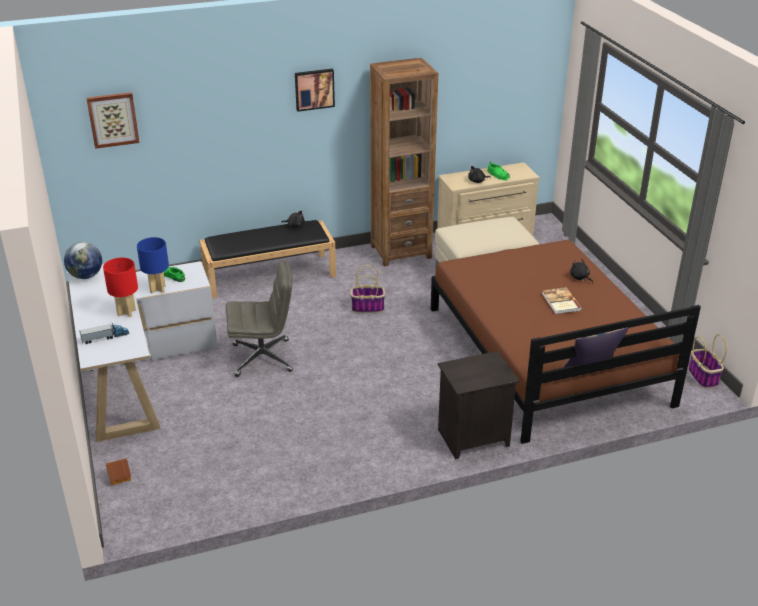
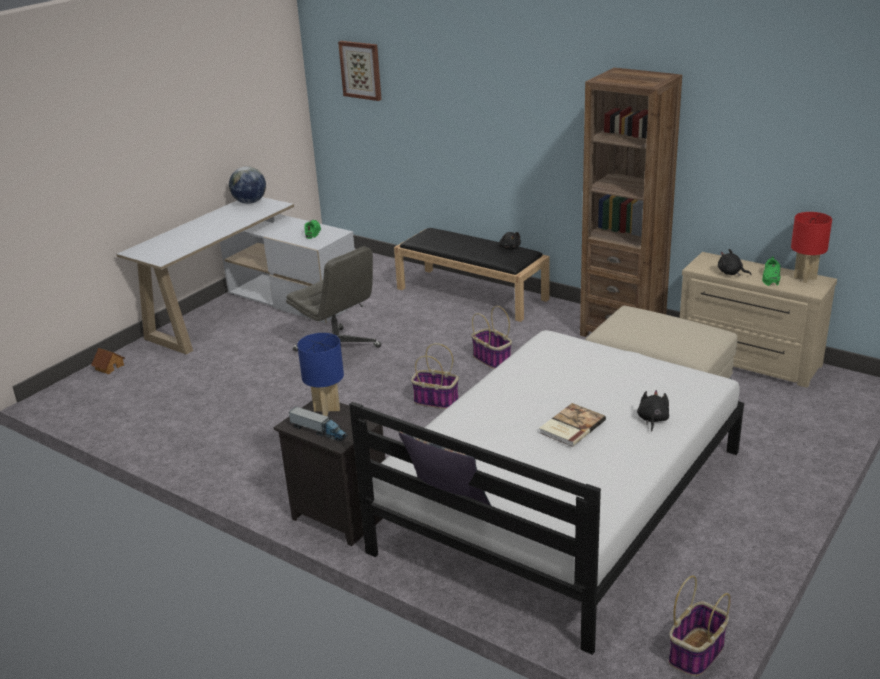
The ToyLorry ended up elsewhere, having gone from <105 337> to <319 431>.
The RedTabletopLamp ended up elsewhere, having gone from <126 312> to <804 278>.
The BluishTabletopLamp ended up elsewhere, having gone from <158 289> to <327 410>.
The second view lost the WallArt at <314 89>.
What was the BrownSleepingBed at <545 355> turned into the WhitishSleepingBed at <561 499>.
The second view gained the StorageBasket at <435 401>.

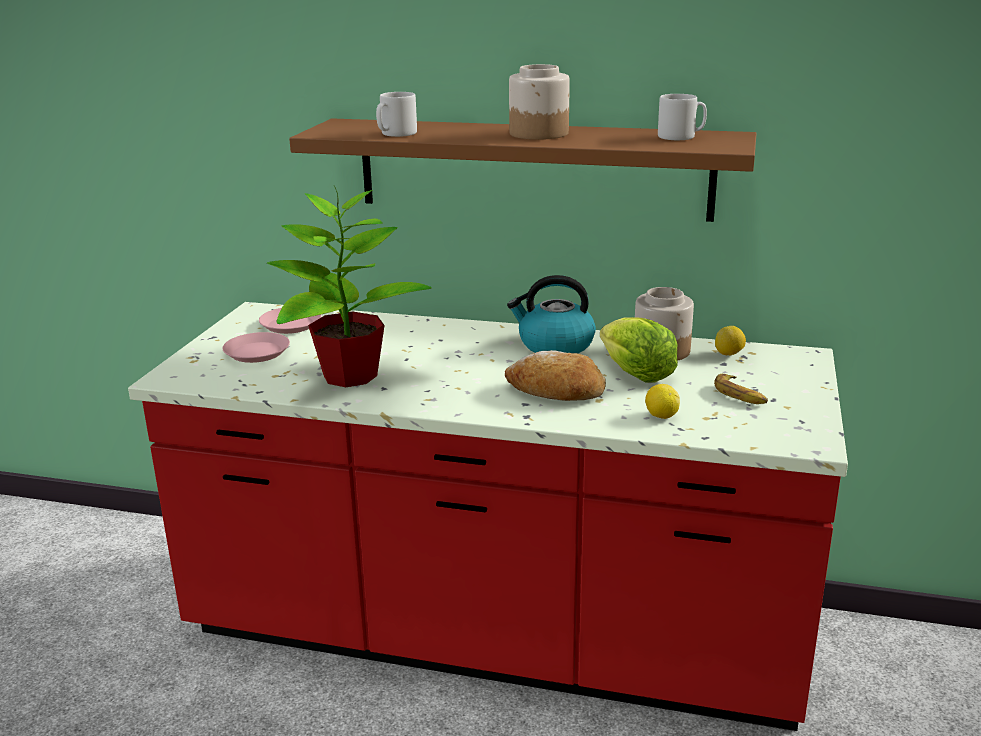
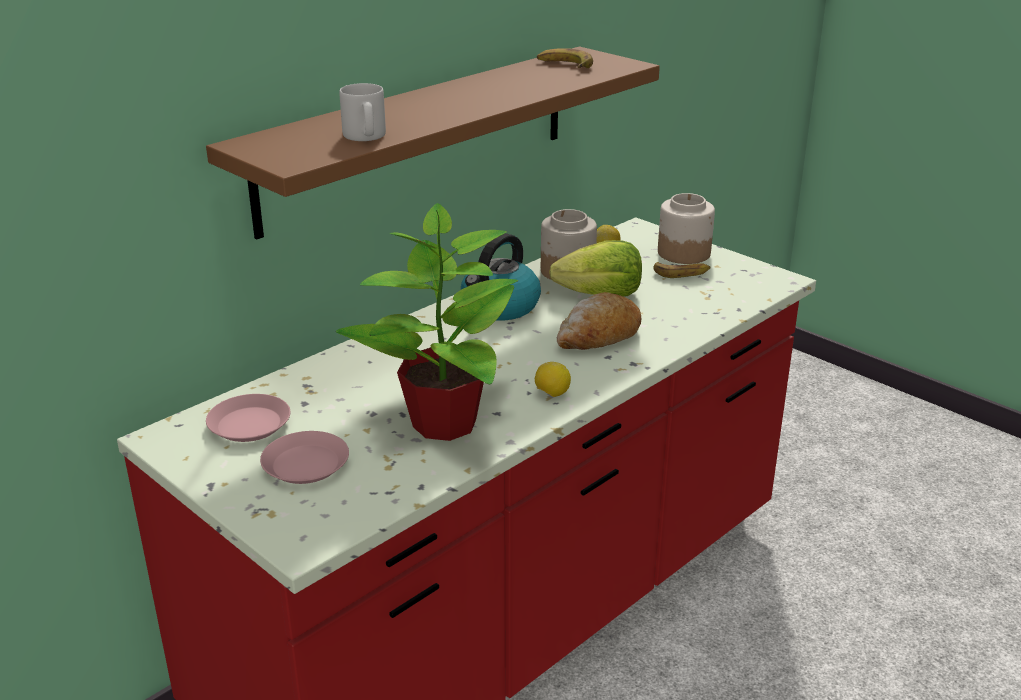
The Jar ended up elsewhere, having gone from <539 133> to <683 253>.
The WholeLemon ended up elsewhere, having gone from <661 416> to <551 394>.
Where the GrayTeaMug stood at <681 137>, the WholeBanana came to stand at <564 65>.

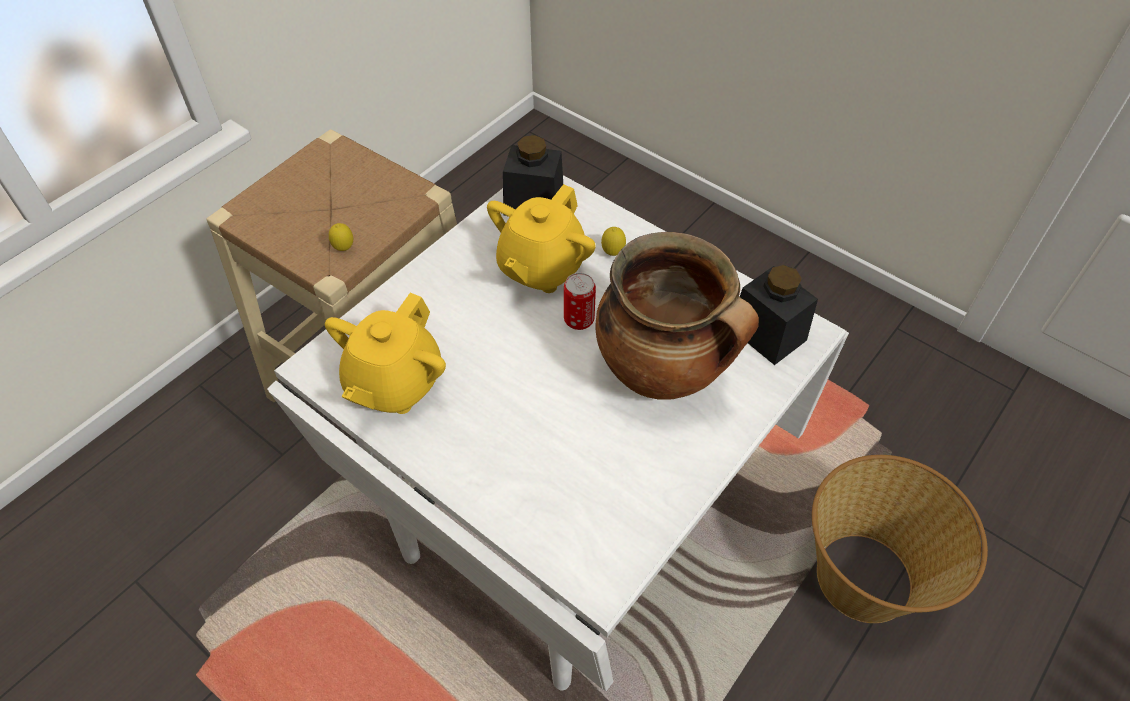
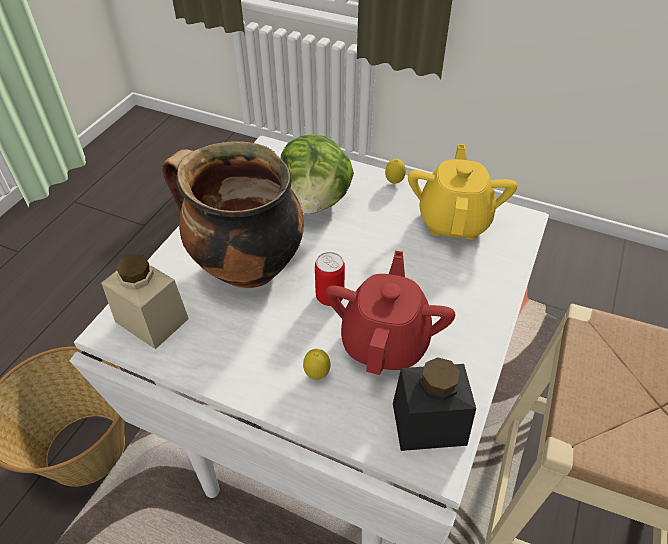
The WholeLemon ended up elsewhere, having gone from <344 249> to <394 183>.
What was the YellowishTeaPot at <541 268> turned into the RedTeaPot at <385 341>.
What was the BlackishJar at <768 334> turned into the BeigeColouredJar at <152 320>.
The second view gained the Lettuce at <315 201>.

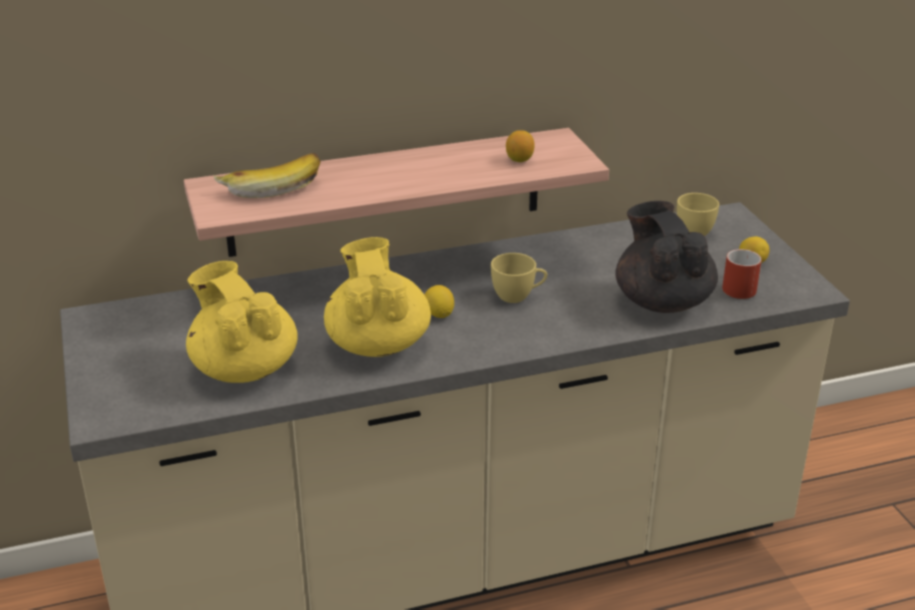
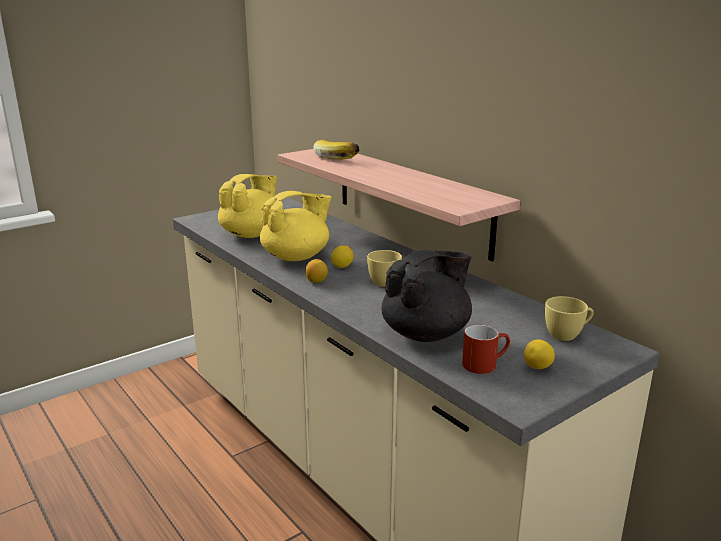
The WholeLemon ended up elsewhere, having gone from <519 159> to <316 281>.

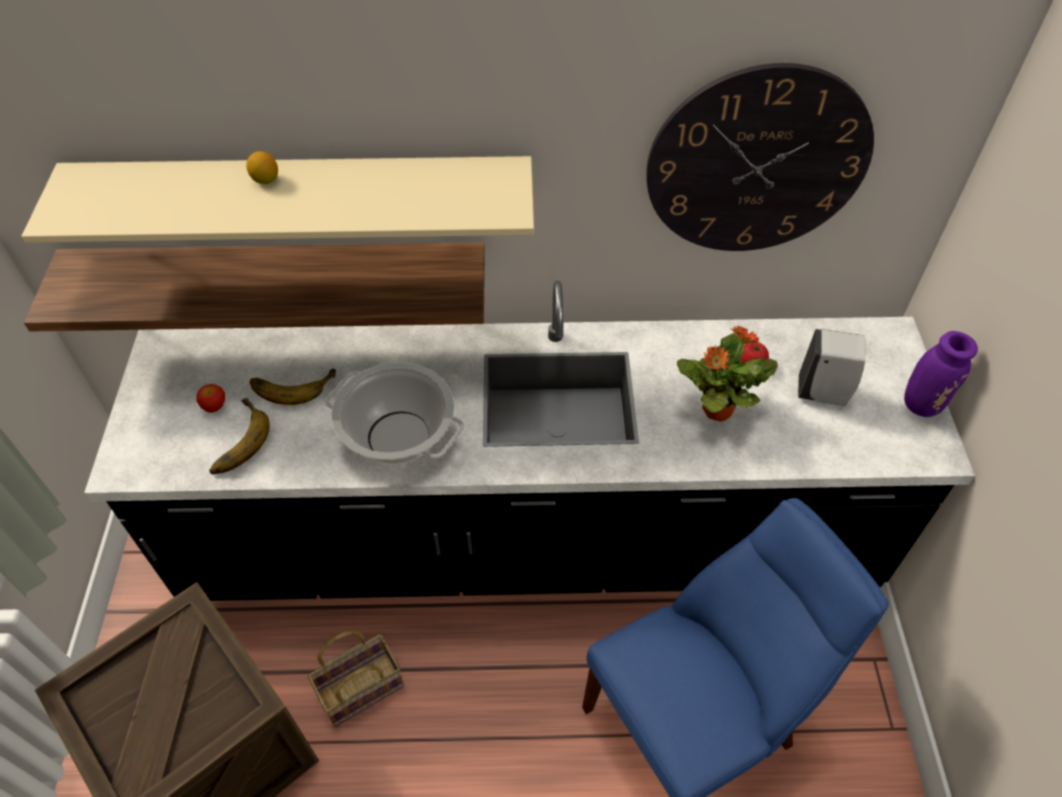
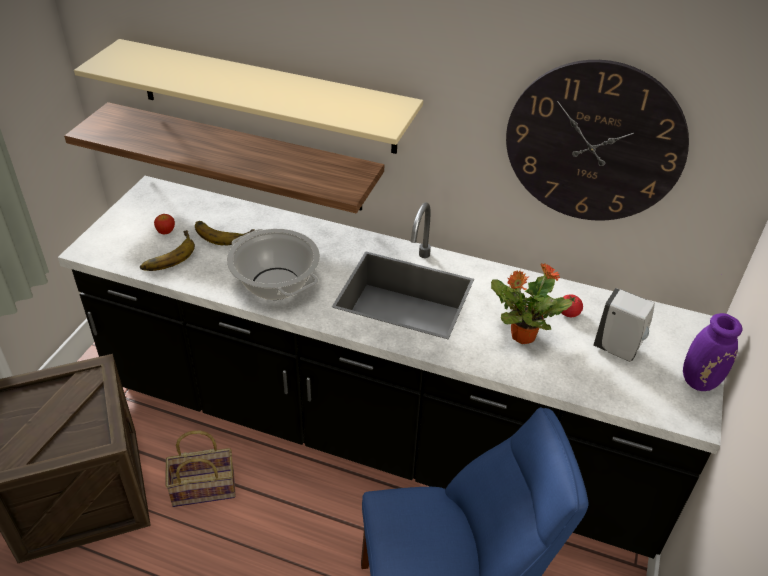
The second view lost the WholeLemon at <265 180>.

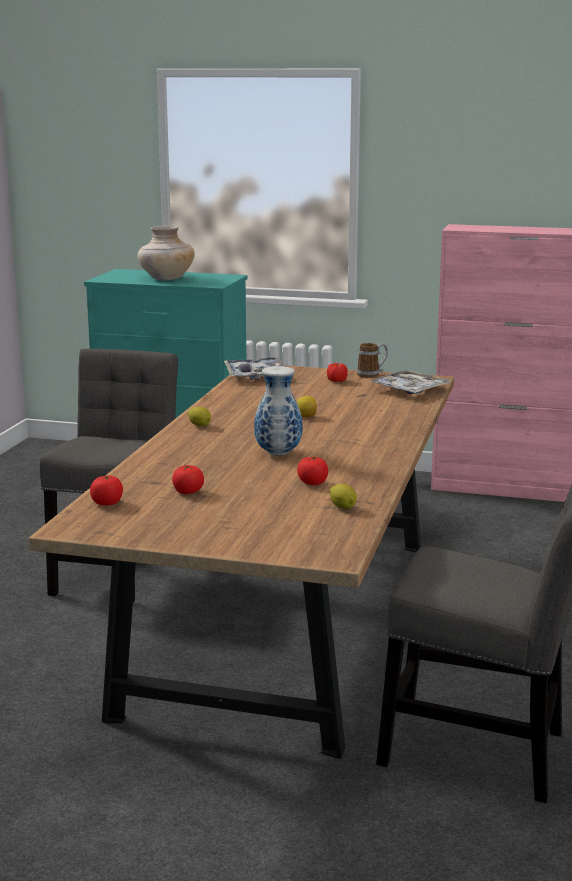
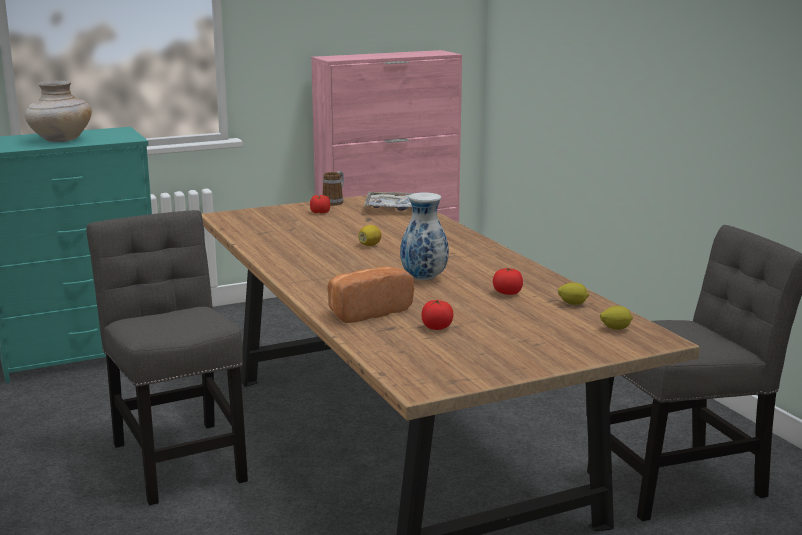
The second view lost the WholeTomato at <107 503>.
The WholeLemon ended up elsewhere, having gone from <199 425> to <615 329>.
The second view lost the Tray at <255 375>.
The second view gained the BakedBread at <366 311>.

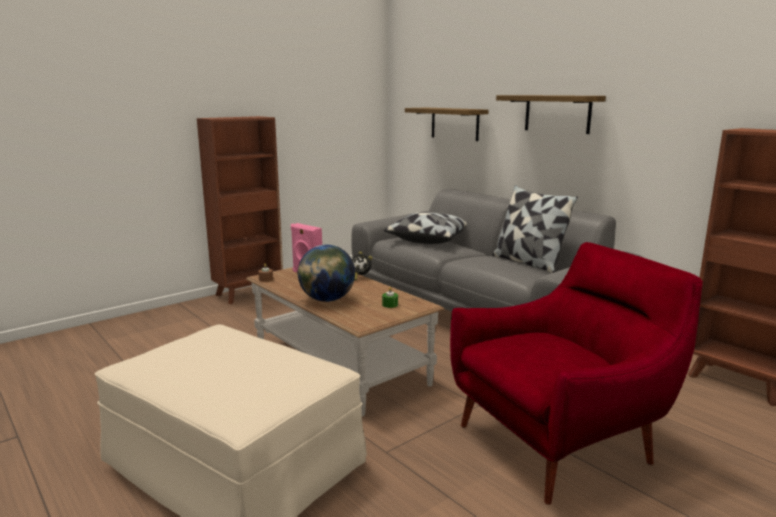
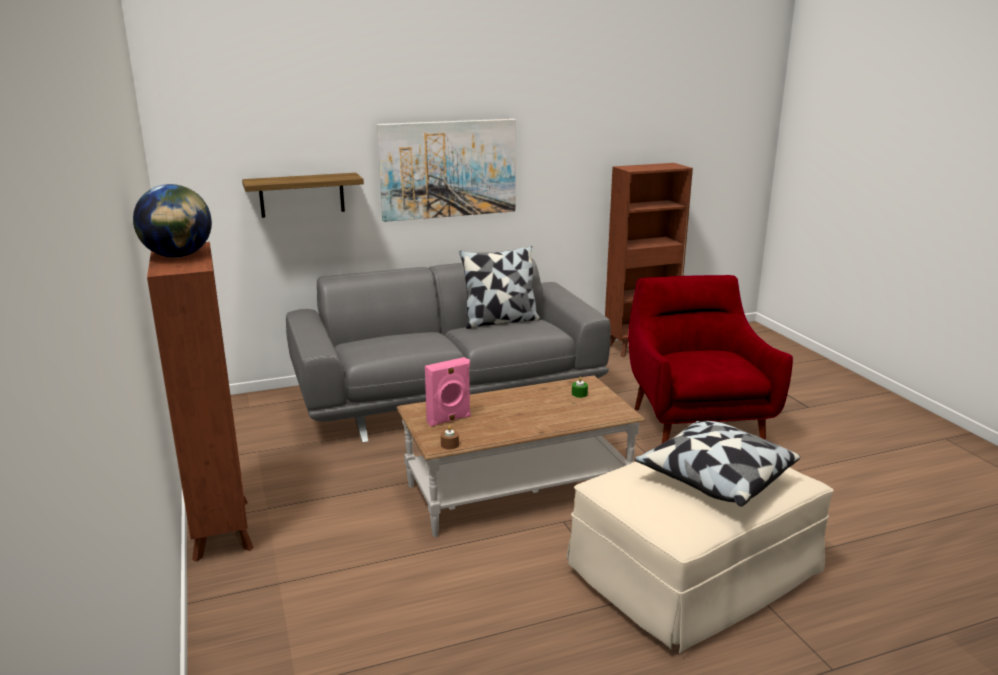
The WorldGlobe ended up elsewhere, having gone from <327 300> to <178 256>.
The second view lost the BedsideClock at <360 277>.
The Cushion ended up elsewhere, having gone from <428 239> to <714 479>.
Where the BracketShelf hung at <557 113>, the WallArt came to hang at <448 169>.

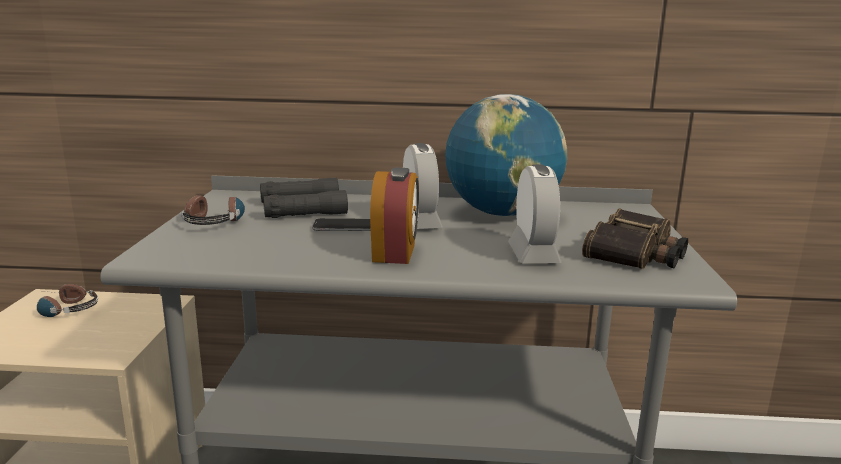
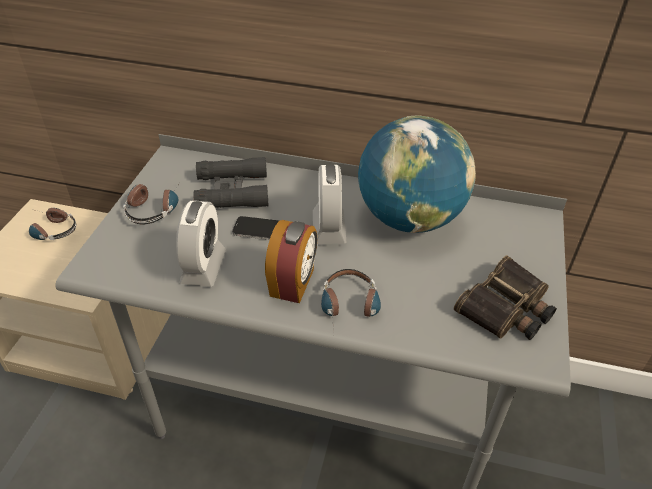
The BedsideClock ended up elsewhere, having gone from <533 254> to <203 267>.
The second view gained the Headphones at <350 309>.

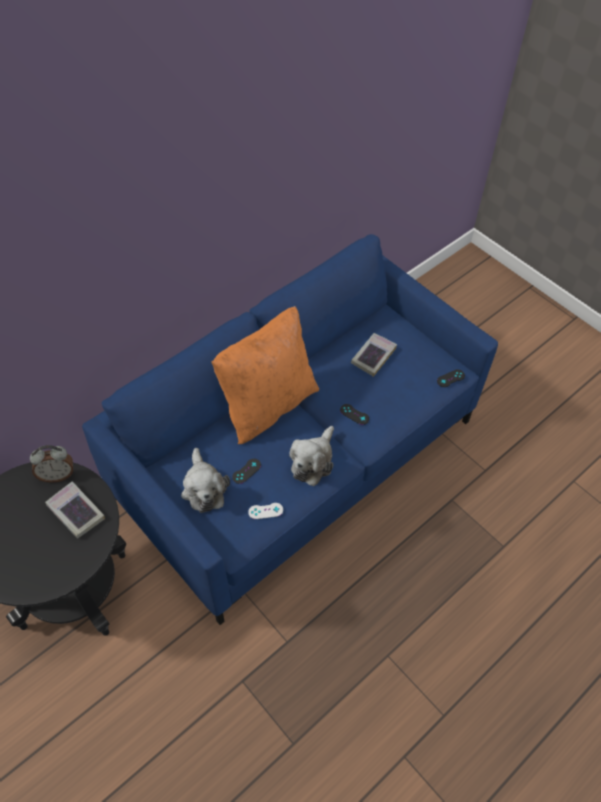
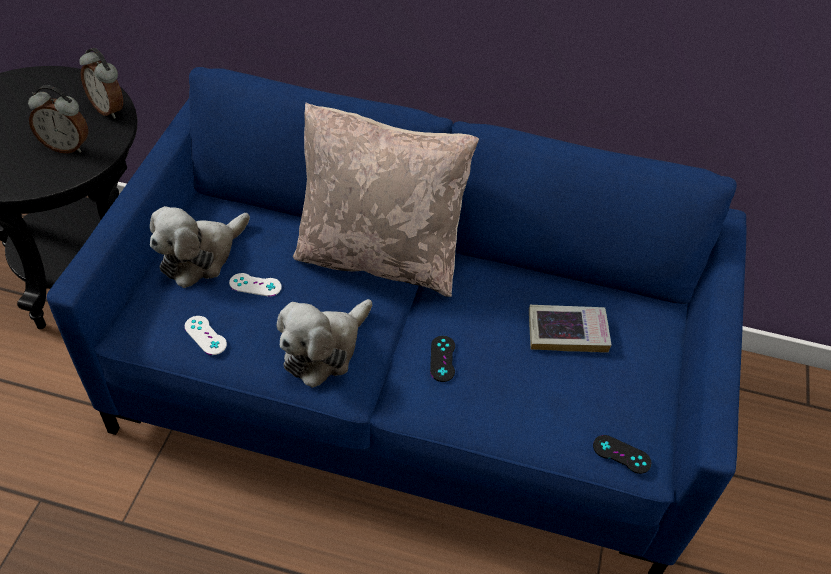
Where the Book stood at <76 512>, the BedsideClock came to stand at <66 146>.
What was the OrangeColouredCushion at <267 404> turned into the BeigeColouredCushion at <380 256>.
What was the BlackishGameController at <246 471> turned into the WhitishGameController at <255 285>.
The PlushToy at <313 461> ended up facing another way, 45 degrees counterclockwise from before.

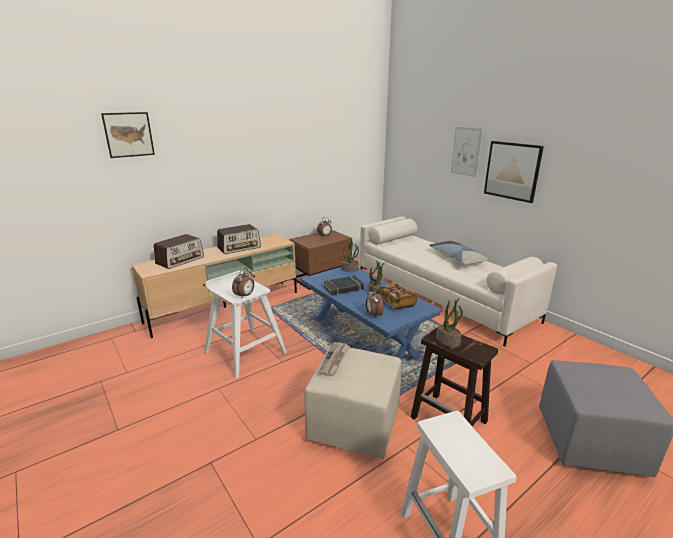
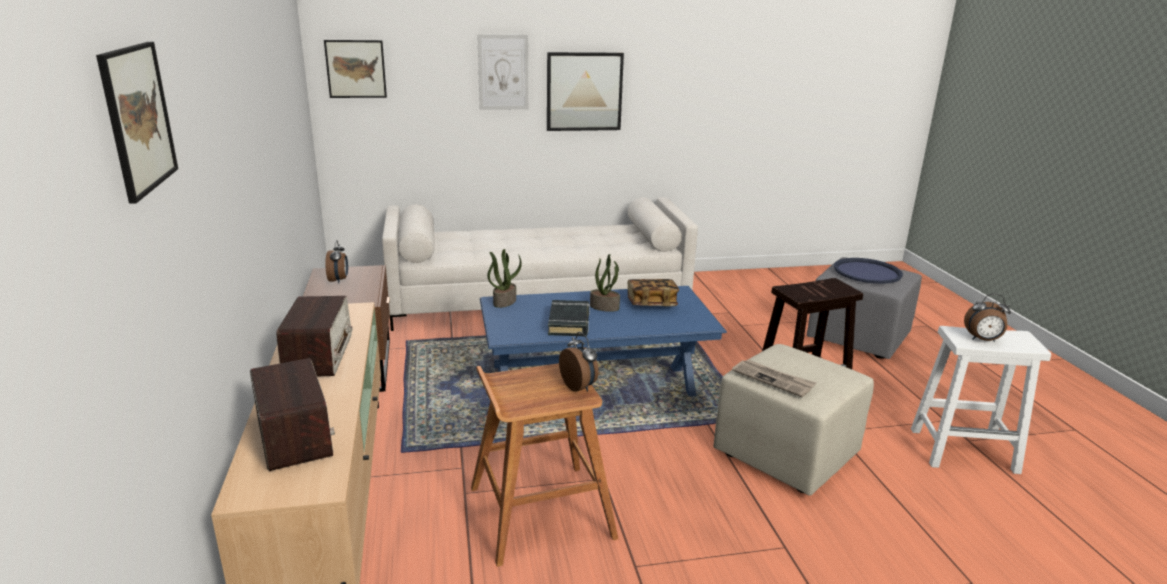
What was the WhitishStoolSeat at <245 351> turned into the BrownStoolSeat at <539 512>.
The BedsideClock ended up elsewhere, having gone from <373 315> to <982 340>.
The second view lost the Cushion at <457 258>.
The second view lost the PlantInAPot at <448 341>.
The second view gained the WallArt at <356 69>.
The second view gained the BluishTray at <867 272>.

